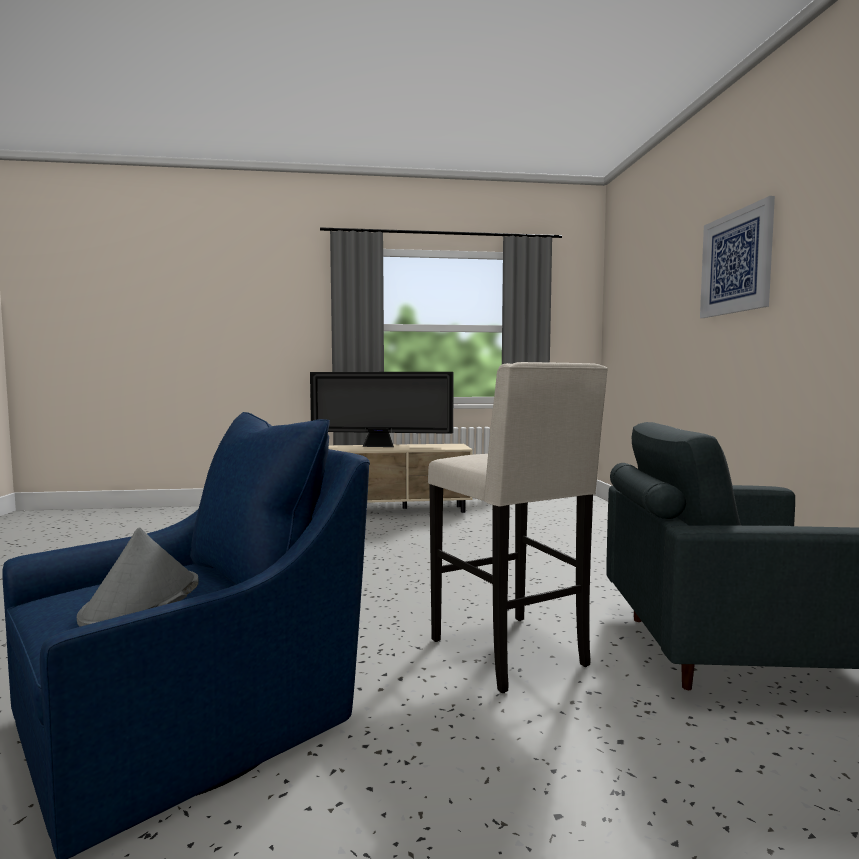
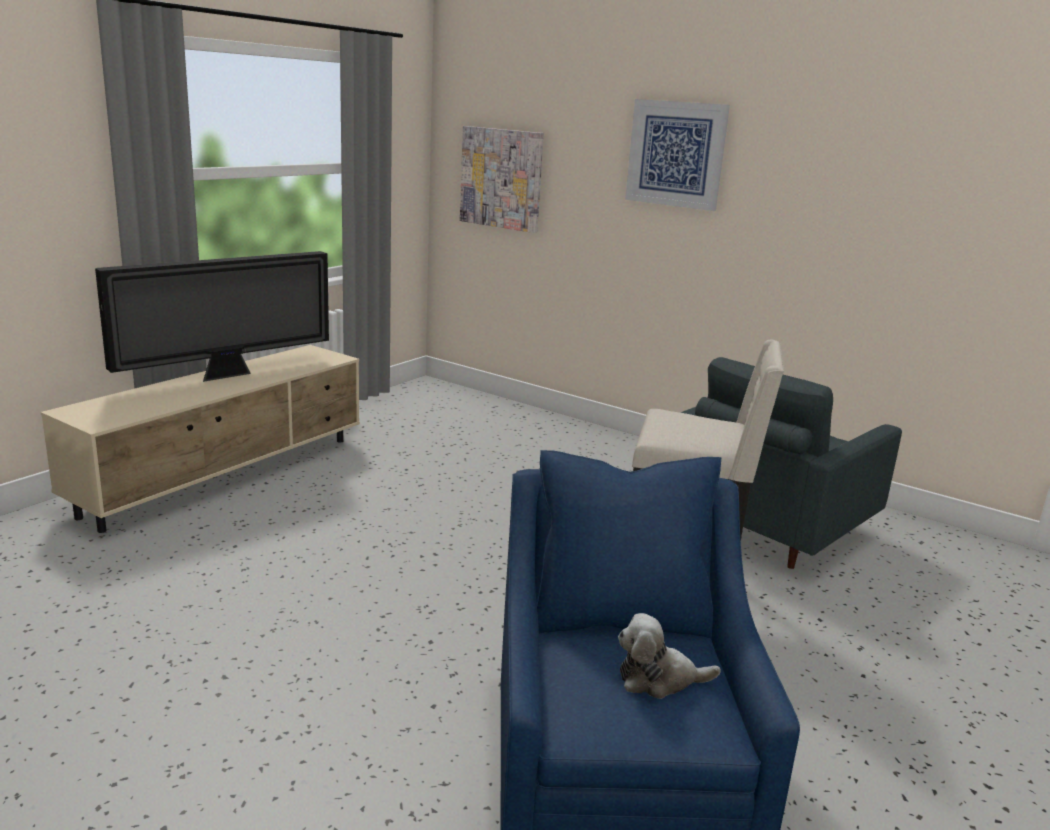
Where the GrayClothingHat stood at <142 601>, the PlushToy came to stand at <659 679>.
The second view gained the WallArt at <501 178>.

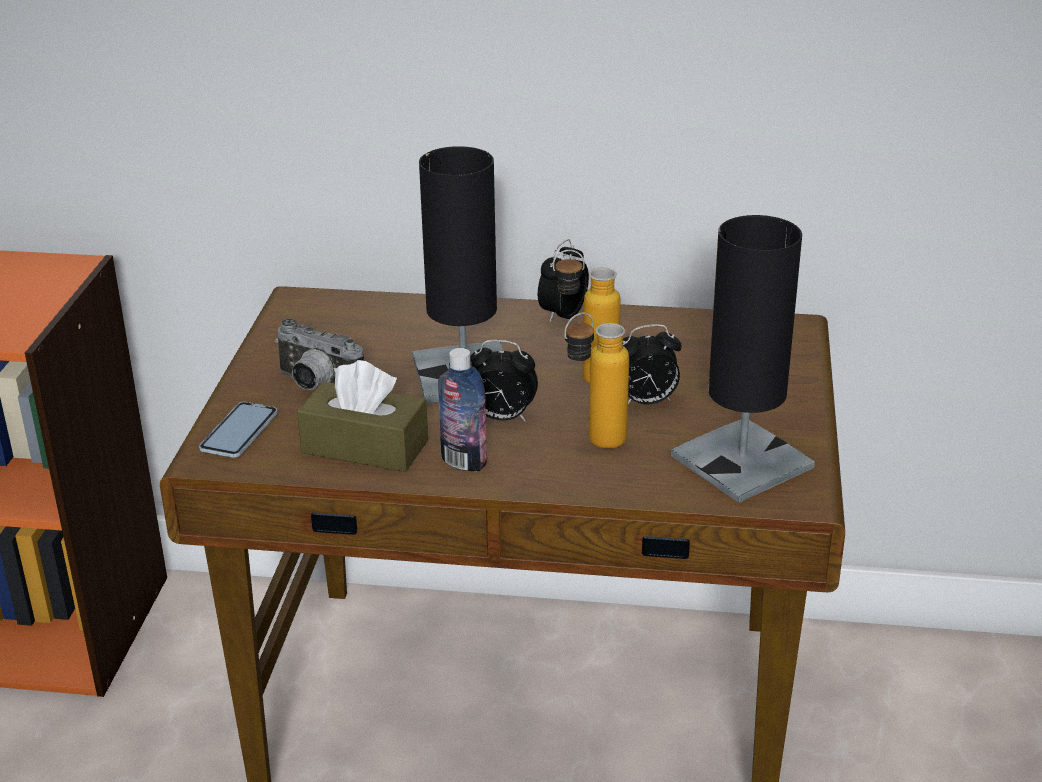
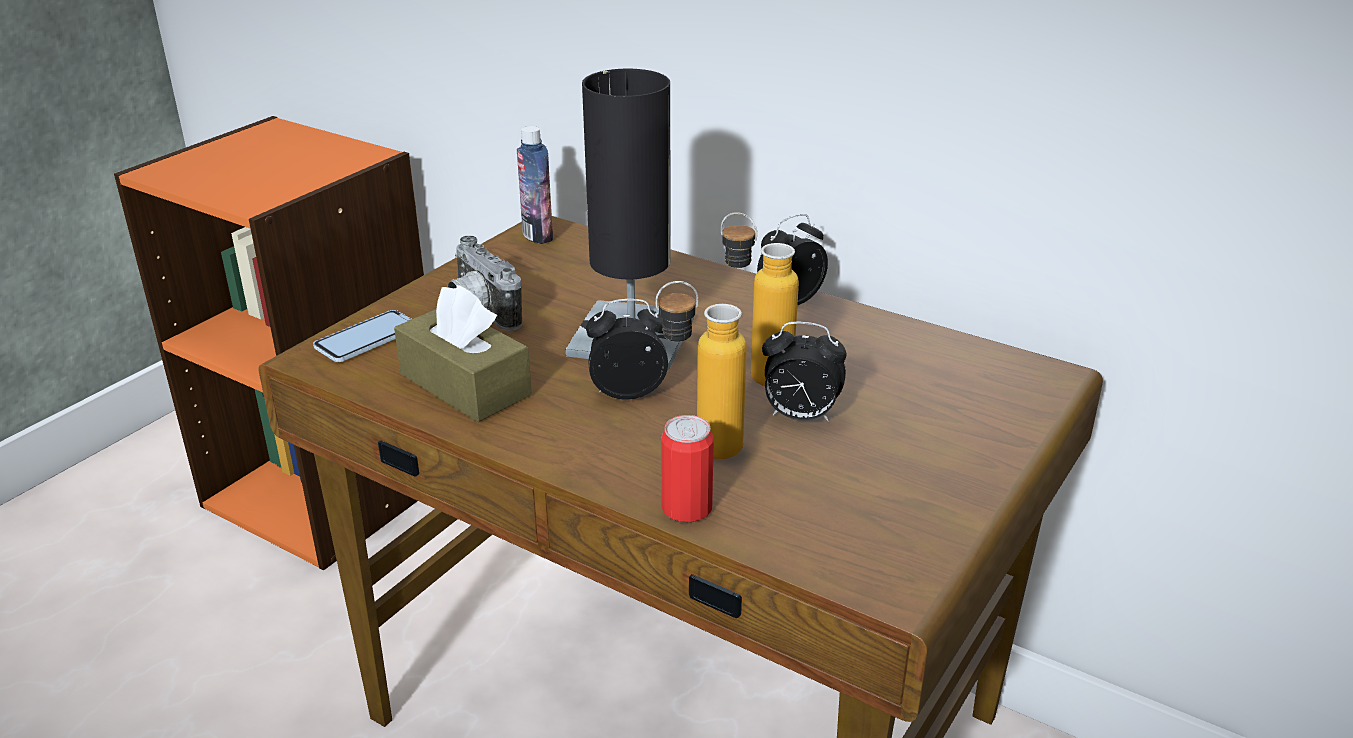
The BeverageBottle ended up elsewhere, having gone from <464 461> to <537 235>.
The BedsideClock at <502 418> ended up facing another way, 135 degrees clockwise from before.
The second view lost the BlackishTabletopLamp at <742 461>.
The second view gained the SealedCan at <687 508>.

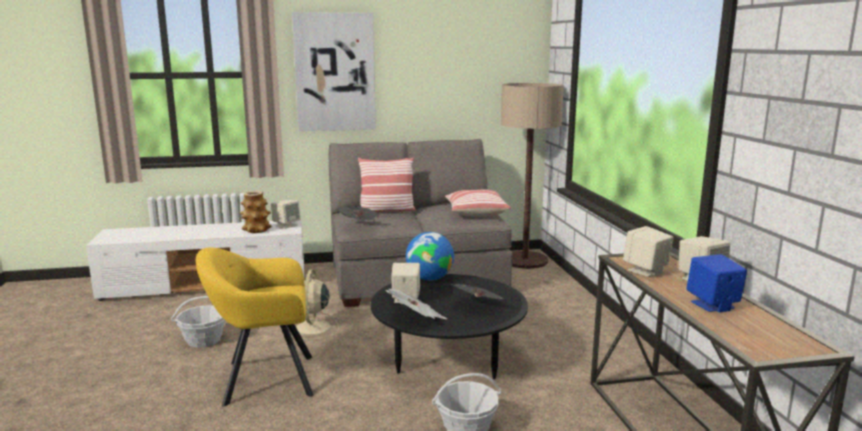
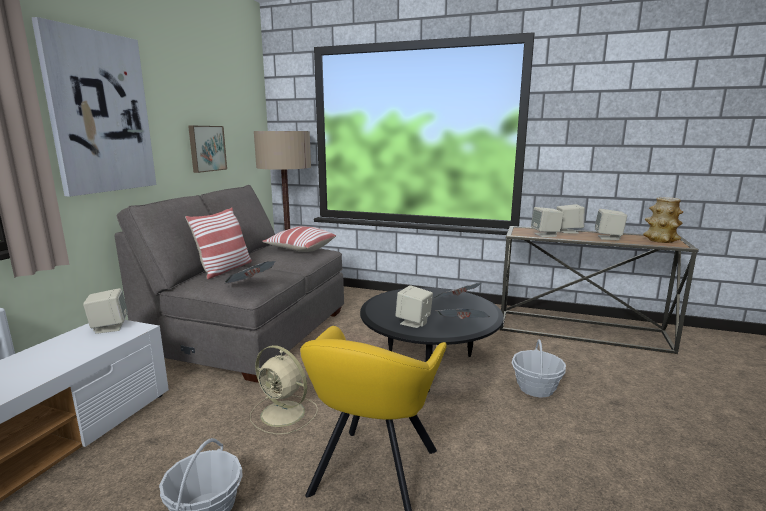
The FlowerVase ended up elsewhere, having gone from <256 230> to <660 240>.
The second view lost the WorldGlobe at <429 278>.
What was the BluishAudioSpeaker at <712 305> turned into the BeigeColouredAudioSpeaker at <608 238>.
The second view gained the WallArt at <206 148>.

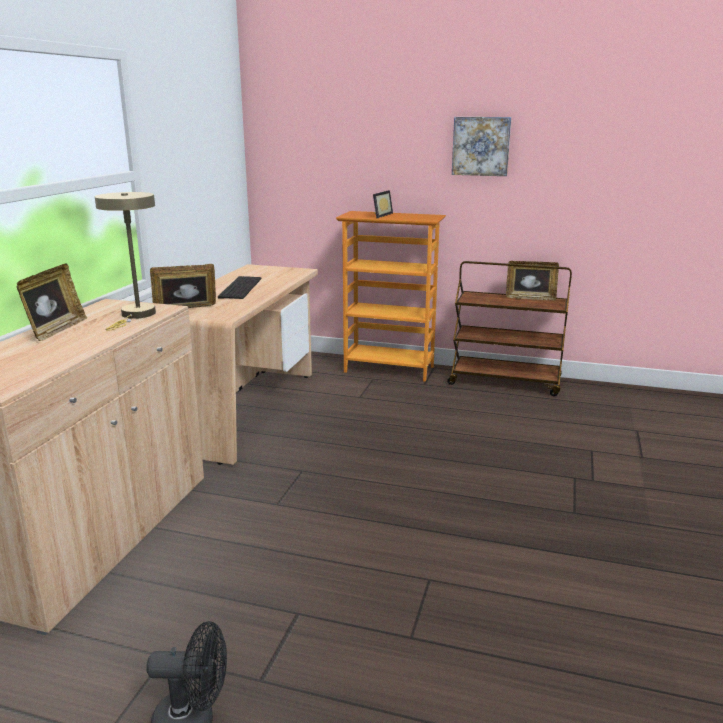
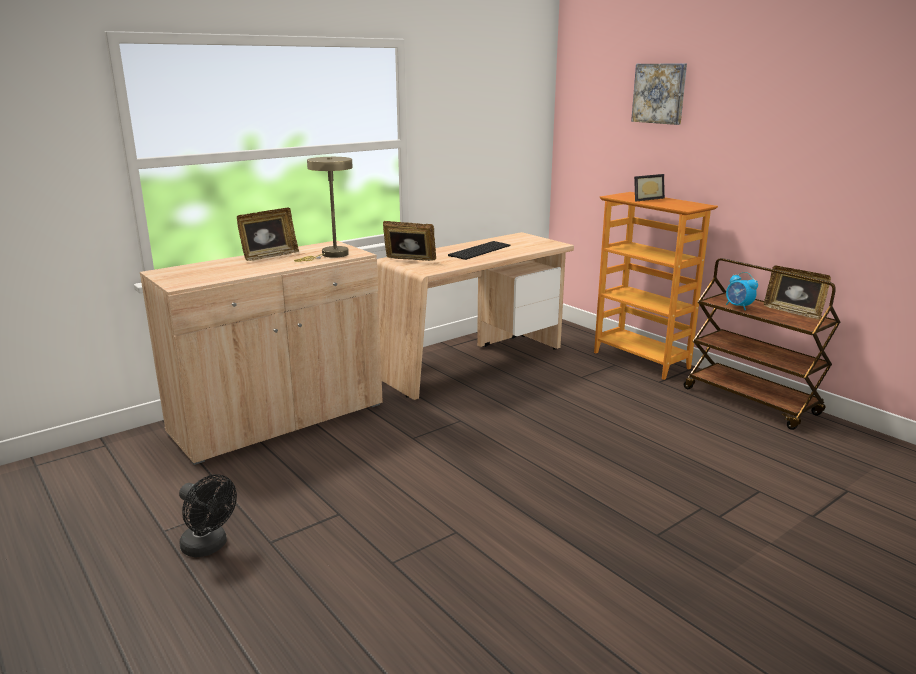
The WallArt ended up elsewhere, having gone from <481 146> to <660 93>.
The second view gained the BedsideClock at <738 307>.

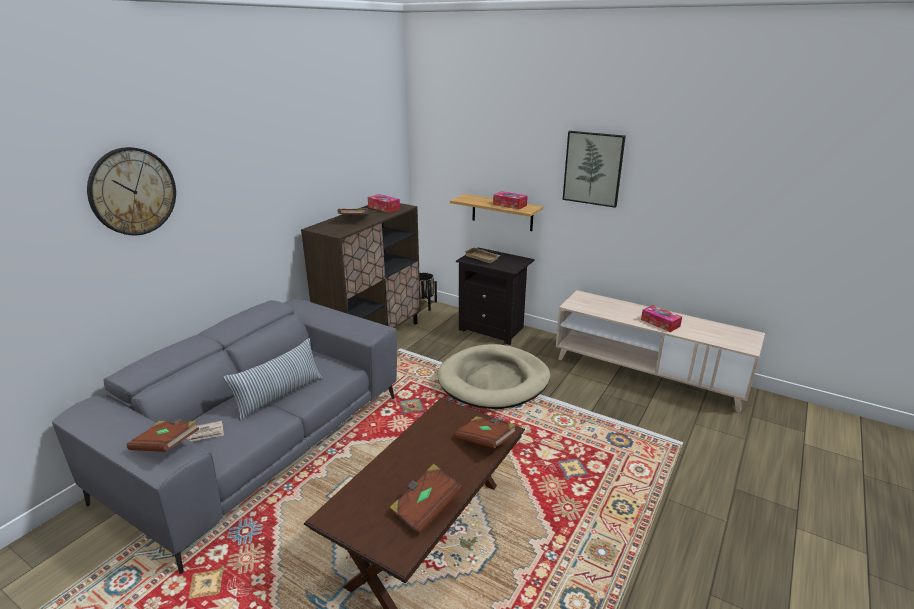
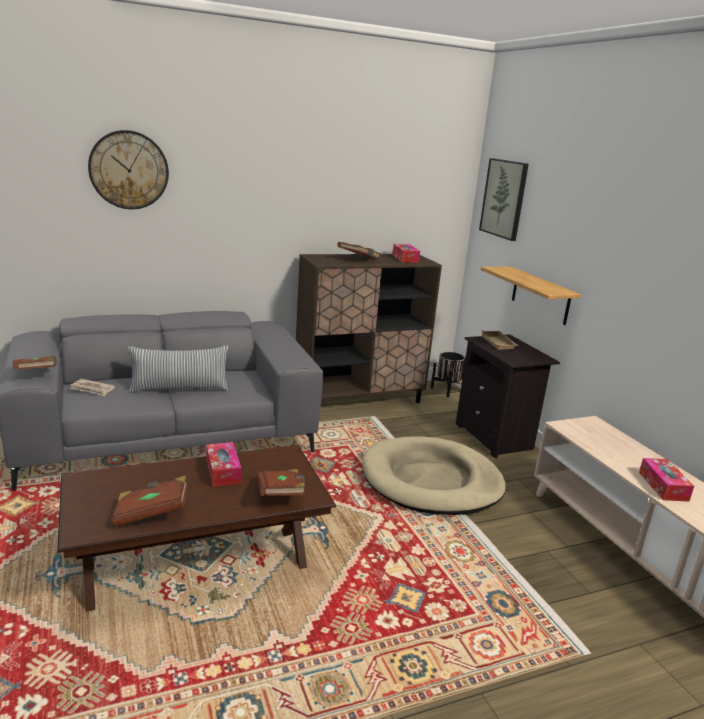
The BoxOfTissues ended up elsewhere, having gone from <510 205> to <223 471>.
The WallArt ended up elsewhere, having gone from <593 168> to <504 198>.

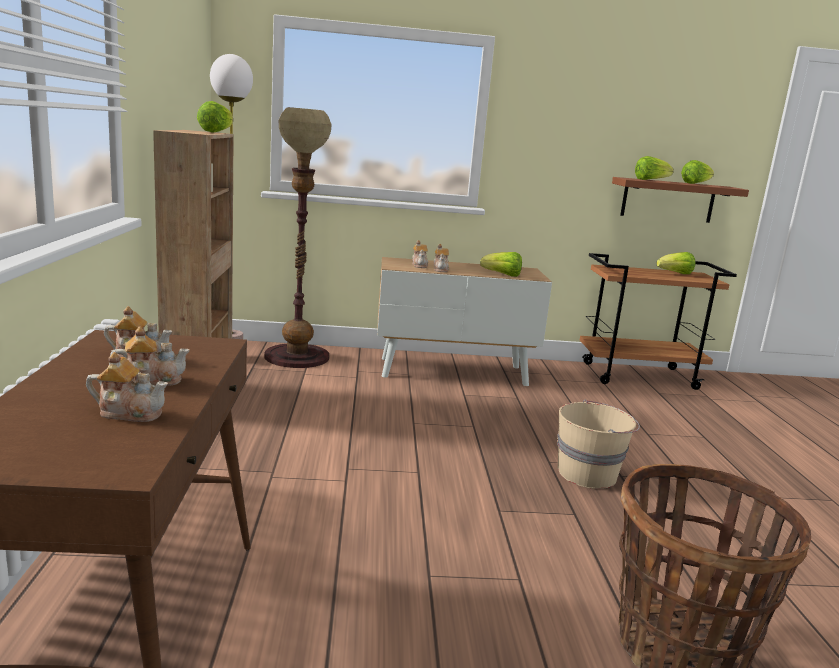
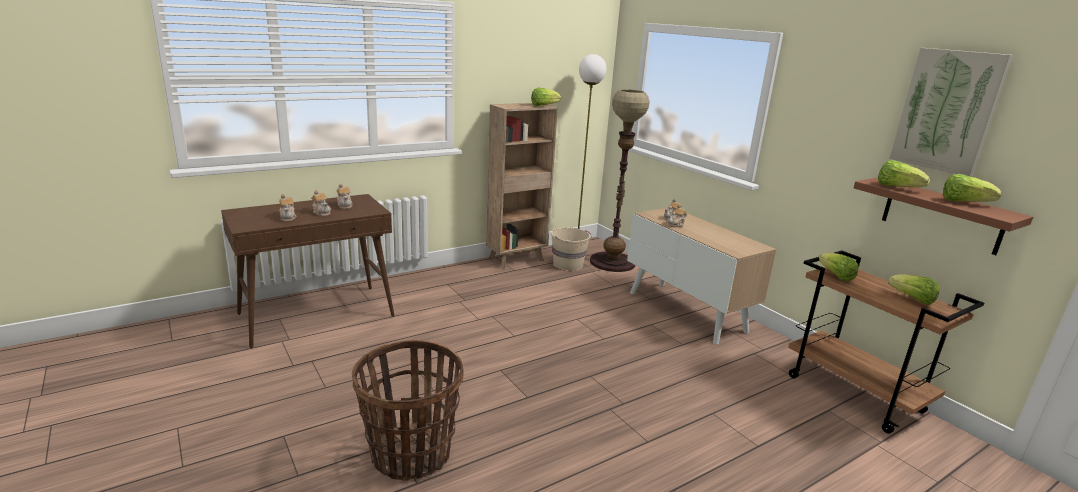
The Lettuce ended up elsewhere, having gone from <502 275> to <835 276>.
The BeigeColouredPail ended up elsewhere, having gone from <588 474> to <568 265>.
The second view gained the WallArt at <947 111>.

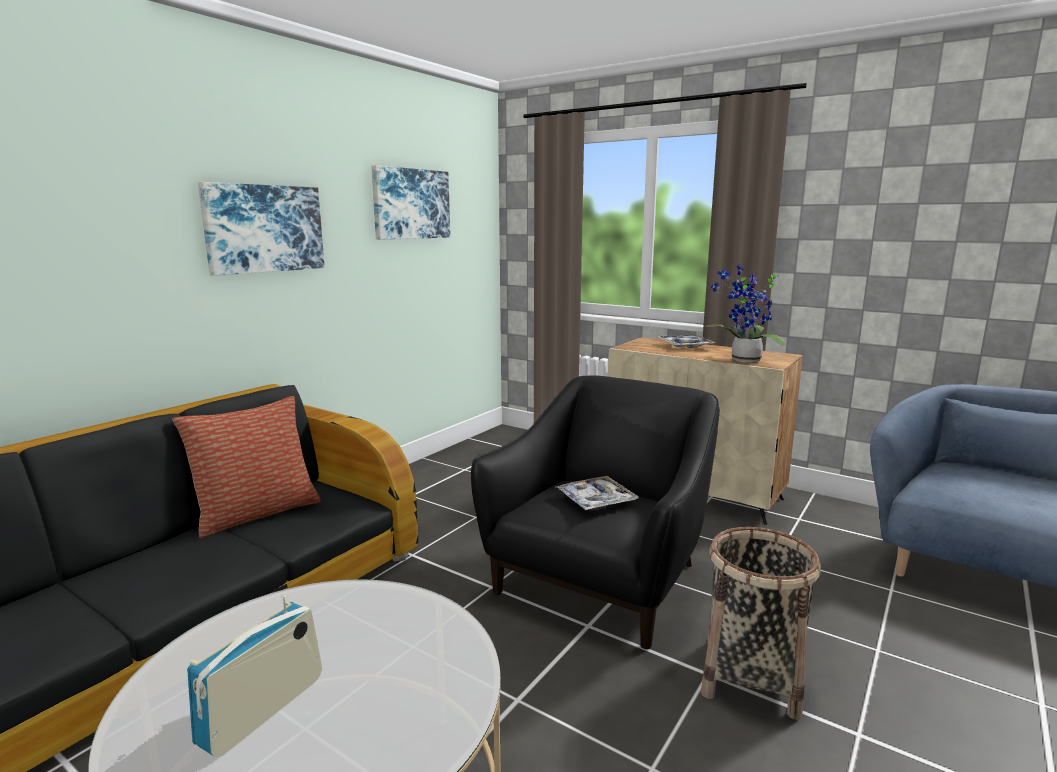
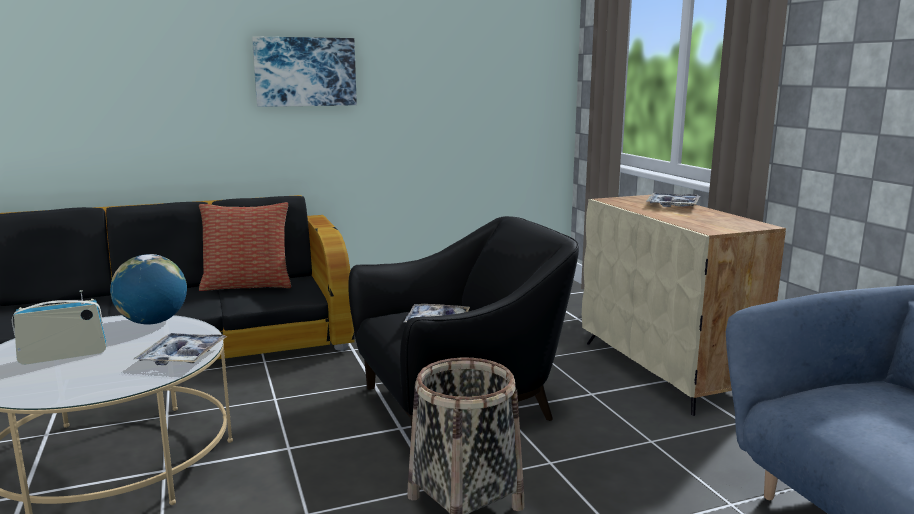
The second view lost the WallArt at <411 204>.
The second view lost the PlantInAPot at <743 361>.
The second view gained the WorldGlobe at <153 322>.
The second view gained the Tray at <182 356>.

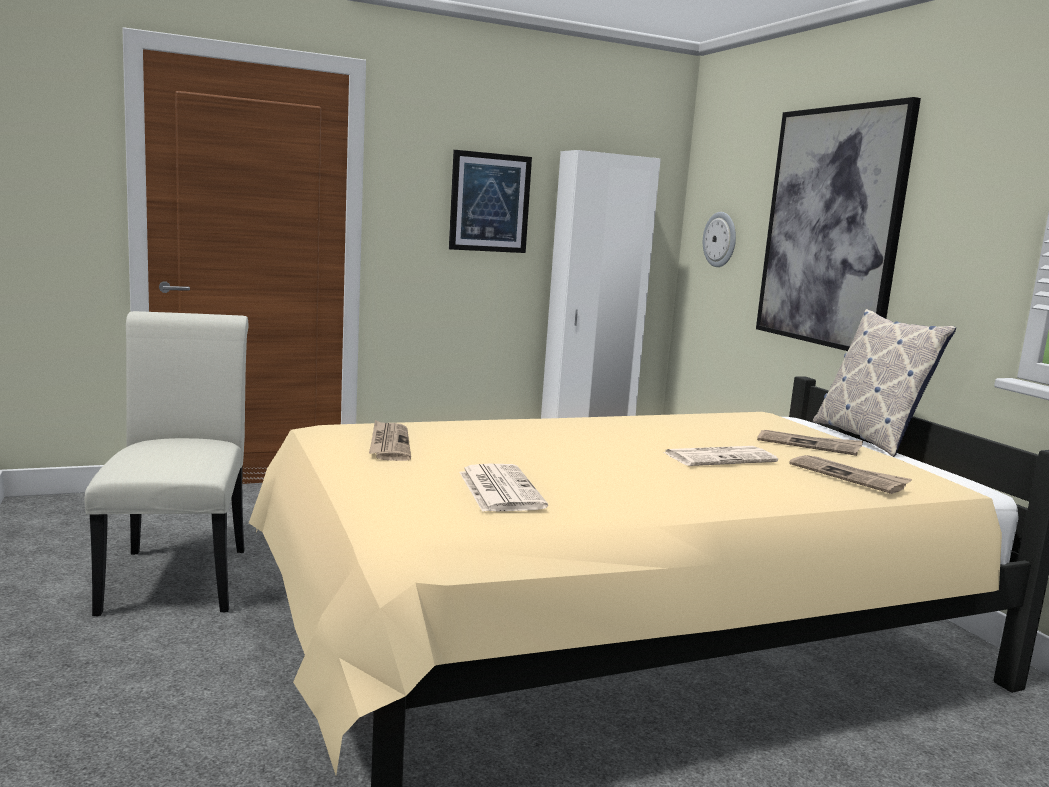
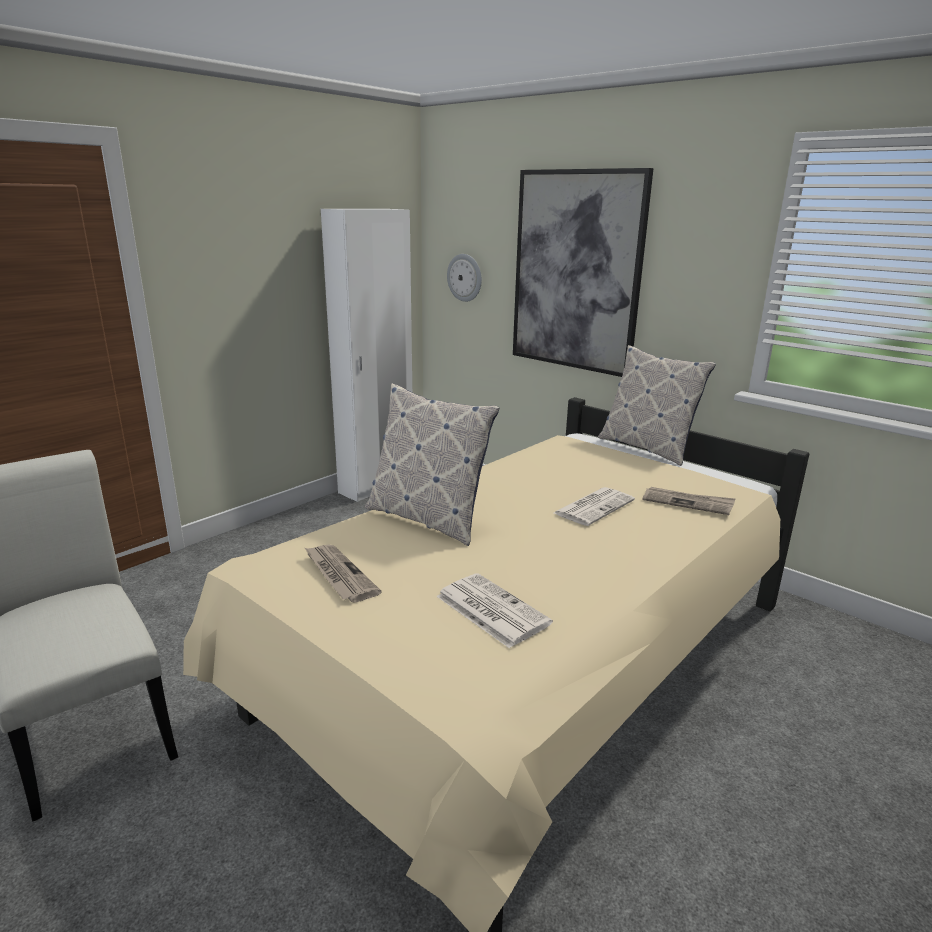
The second view lost the WallArt at <489 202>.
The second view lost the Newspaper at <809 445>.
The second view gained the Cushion at <428 518>.

